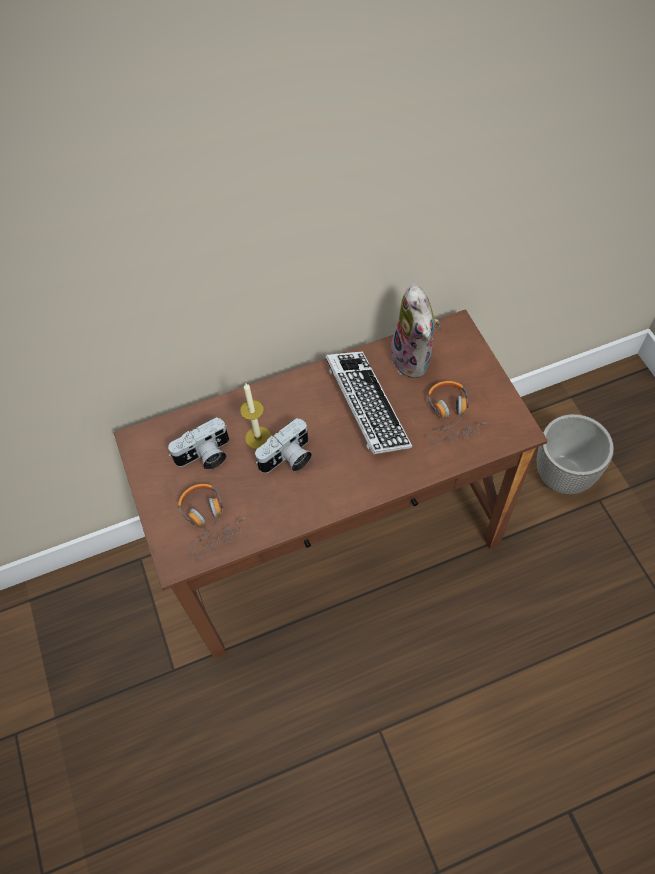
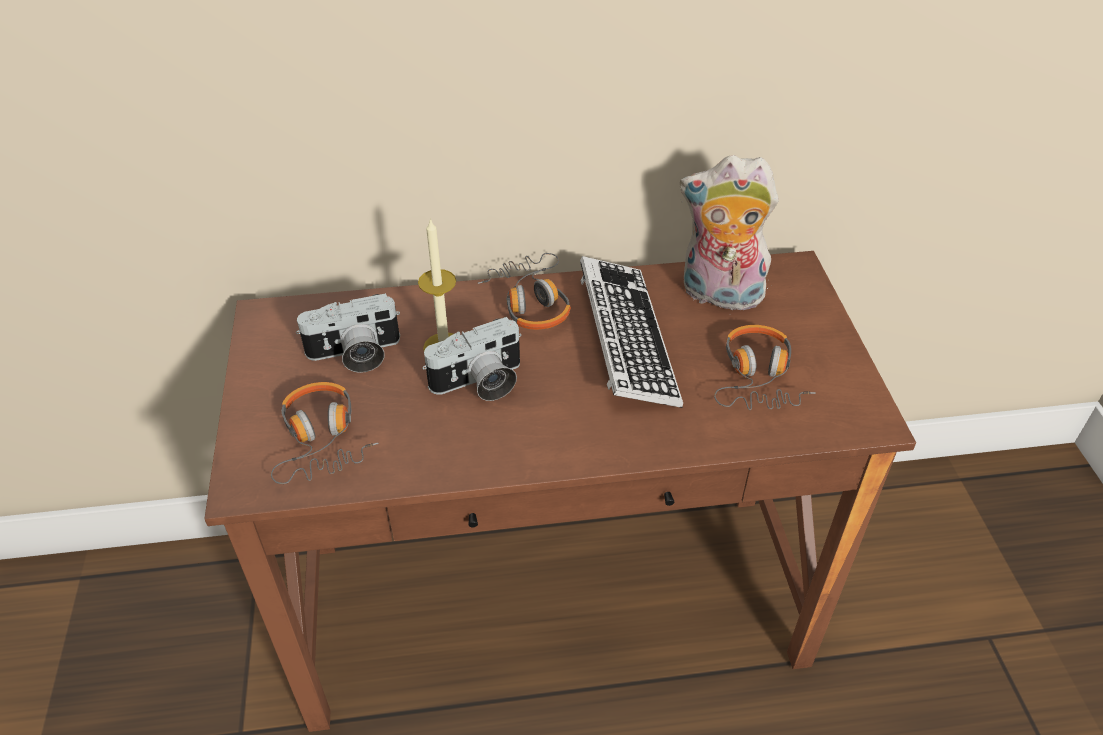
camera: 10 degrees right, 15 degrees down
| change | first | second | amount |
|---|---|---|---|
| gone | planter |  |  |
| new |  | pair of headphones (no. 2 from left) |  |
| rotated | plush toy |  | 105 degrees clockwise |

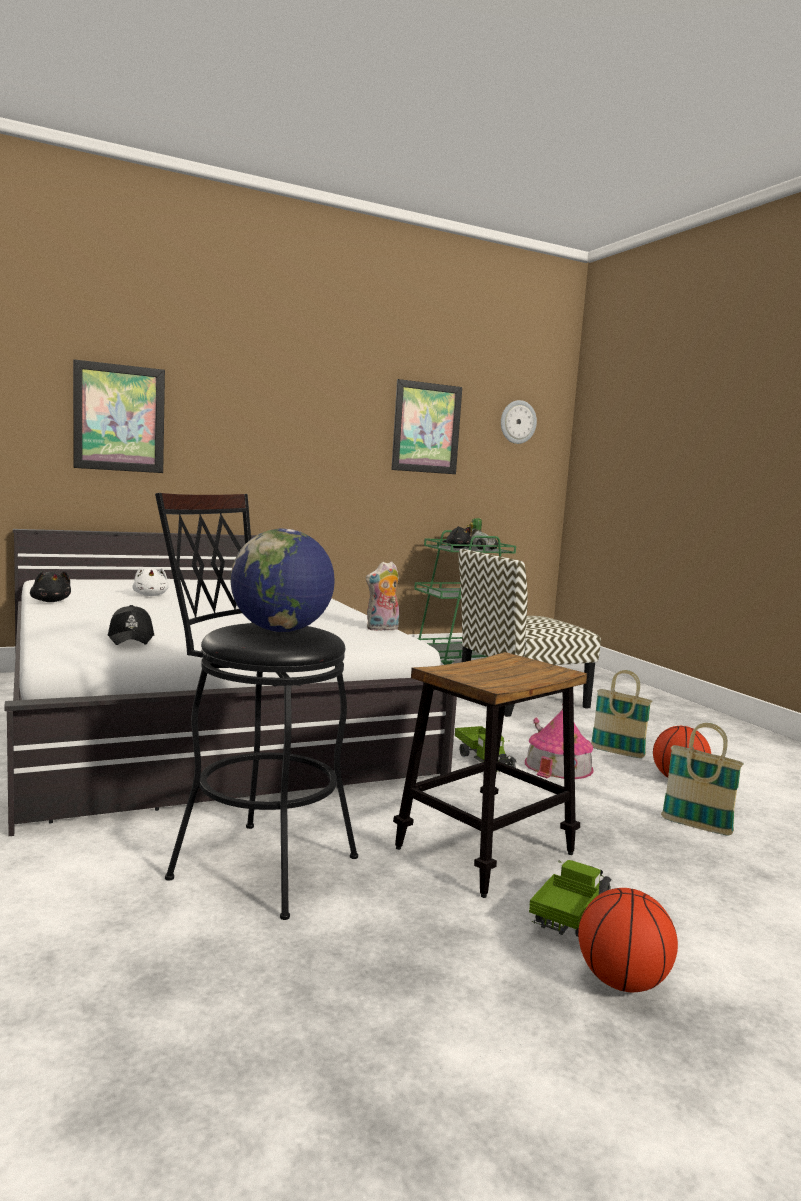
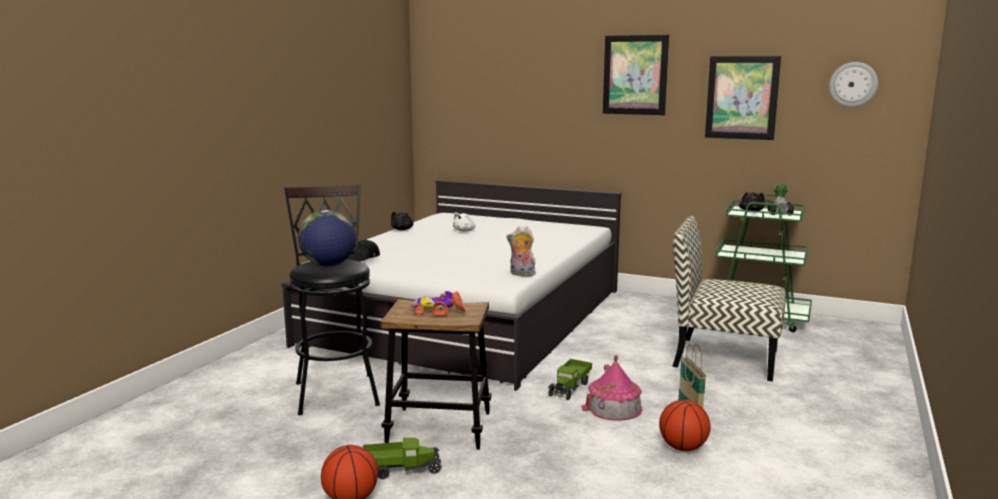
camera: 50 degrees right, 5 degrees up
| change | first | second | amount |
|---|---|---|---|
| gone | basket (no. 2 from left) |  |  |
| new |  | model car (no. 1 from left) |  |
| shifted | picture (no. 1 from left) |  |  |

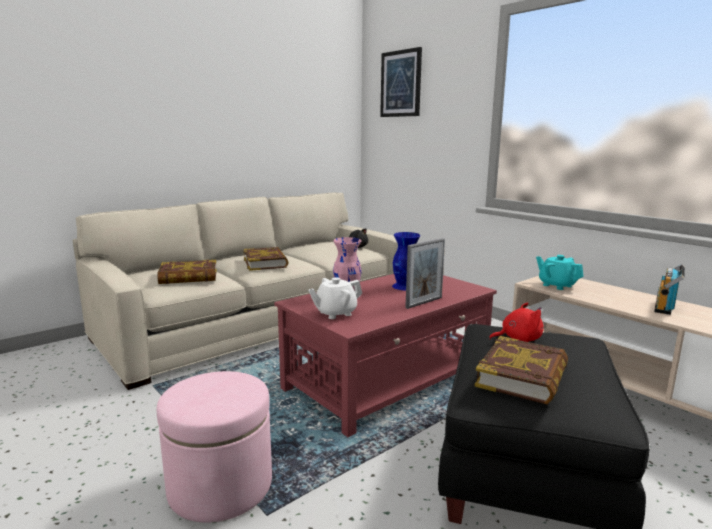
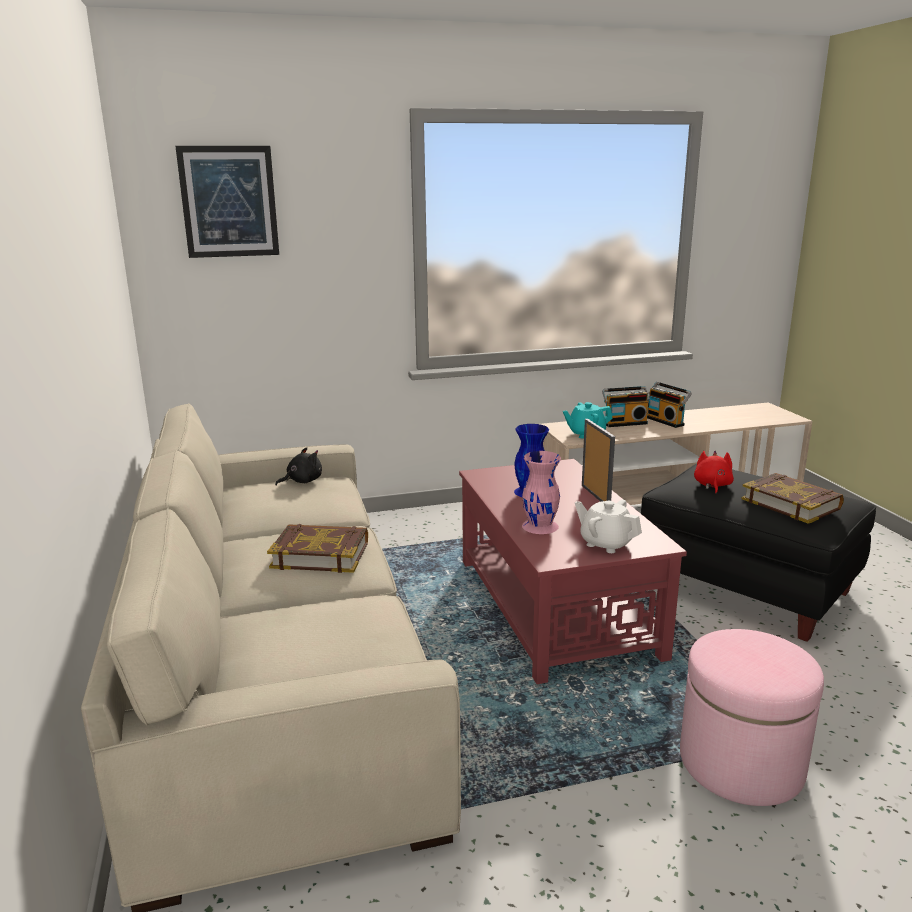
camera: 65 degrees left, 5 degrees up
| change | first | second | amount |
|---|---|---|---|
| gone | bound book (no. 1 from left) |  |  |
| new |  | radio receiver (no. 1 from left) |  |
| rotated | pot for tea/white-coloured |  | 135 degrees clockwise |

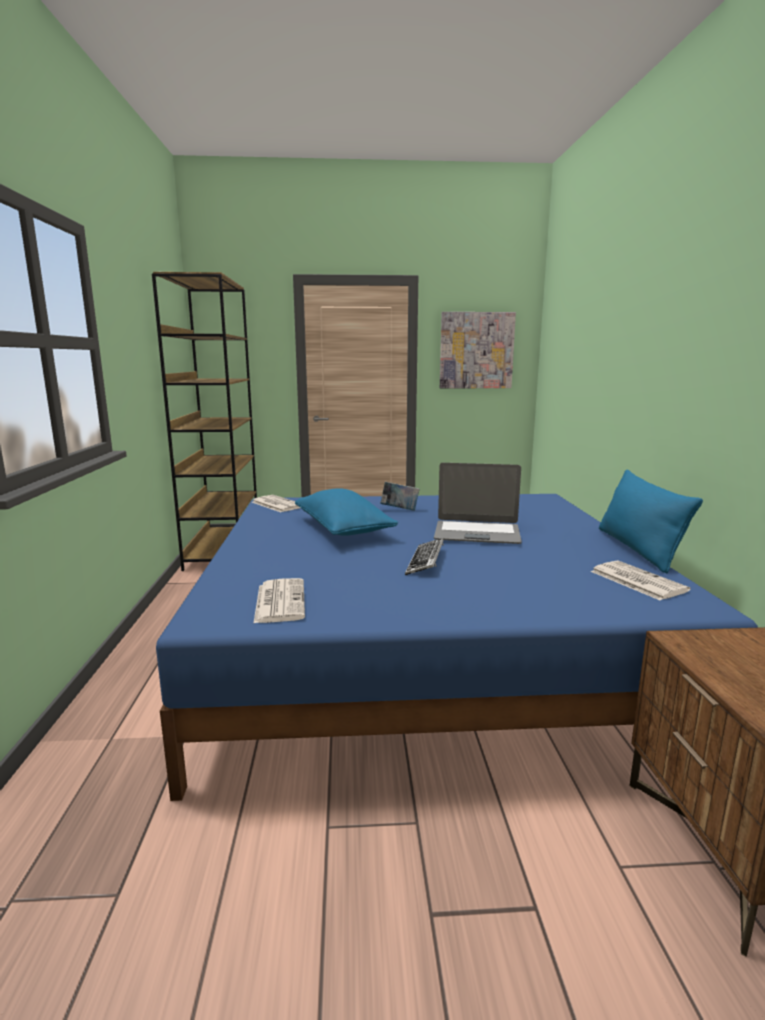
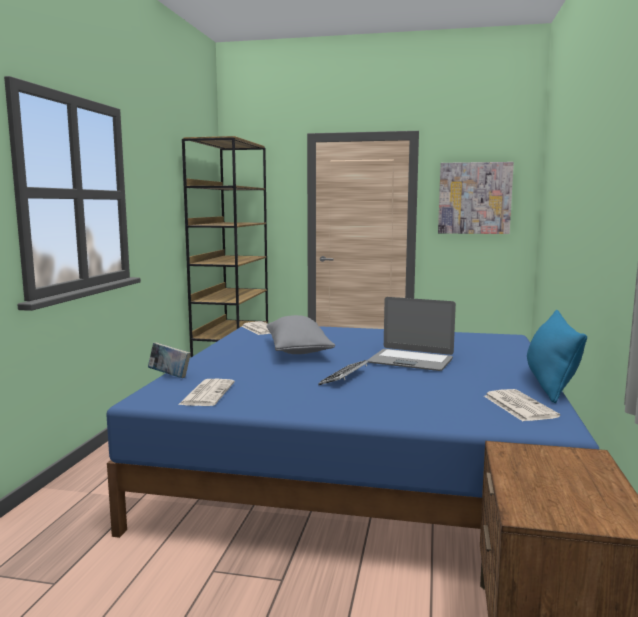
camera: 15 degrees right, 5 degrees down
| change | first | second | amount |
|---|---|---|---|
| shifted | bound book |  |  |
| repainted | cushion/blue (no. 1 from left) | cushion/greyish |  |

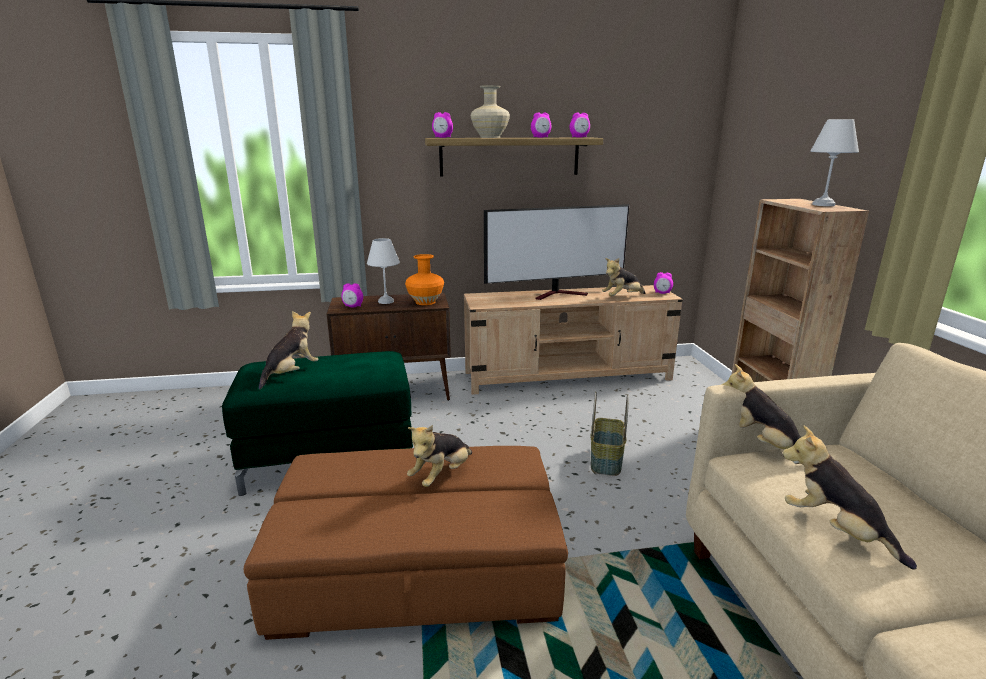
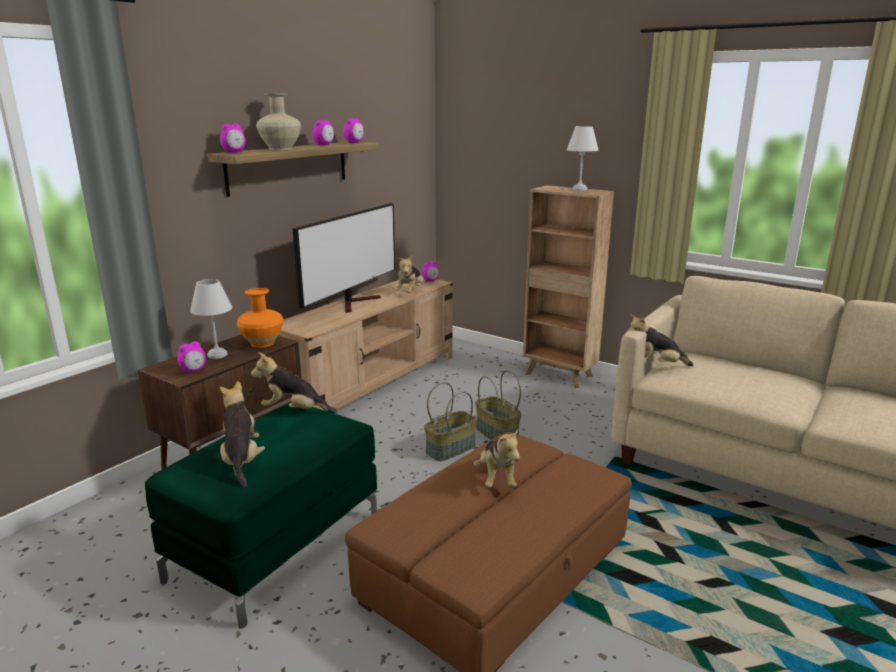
camera: 45 degrees left, 0 degrees up
| change | first | second | amount |
|---|---|---|---|
| new |  | basket (no. 1 from left) |  |
| shifted | plush toy (no. 5 from left in the first image) | plush toy (no. 2 from left) |  |

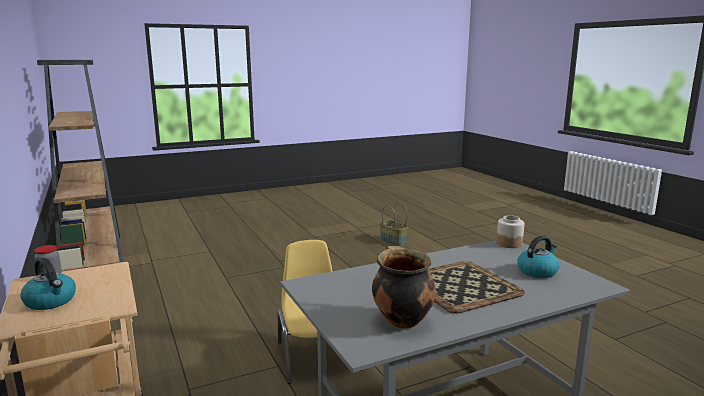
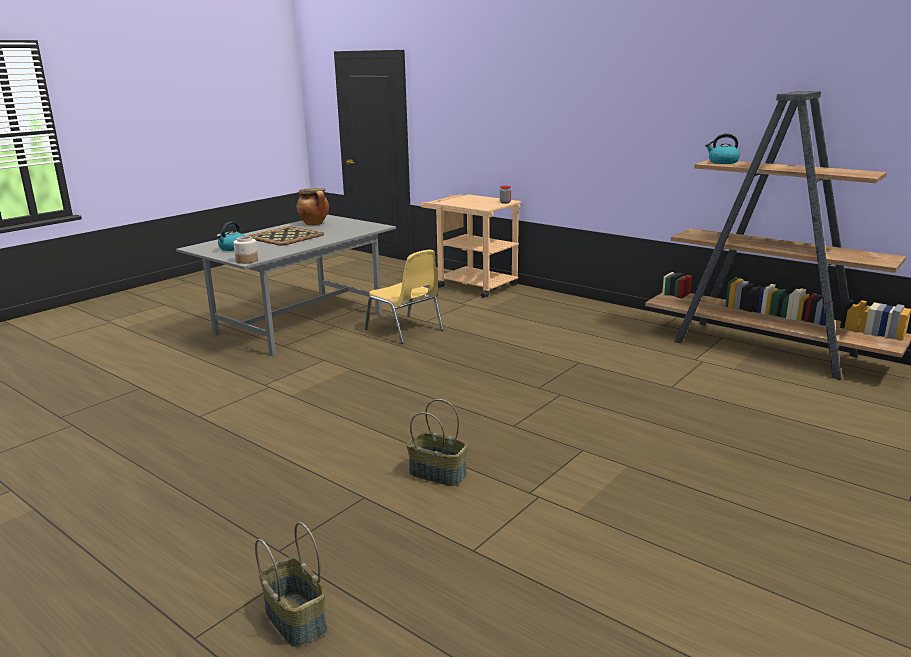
camera: 155 degrees right, 5 degrees up
| change | first | second | amount |
|---|---|---|---|
| new |  | basket (no. 1 from left) |  |
| shifted | tea kettle (no. 1 from left in the first image) | tea kettle (no. 2 from left) |  |

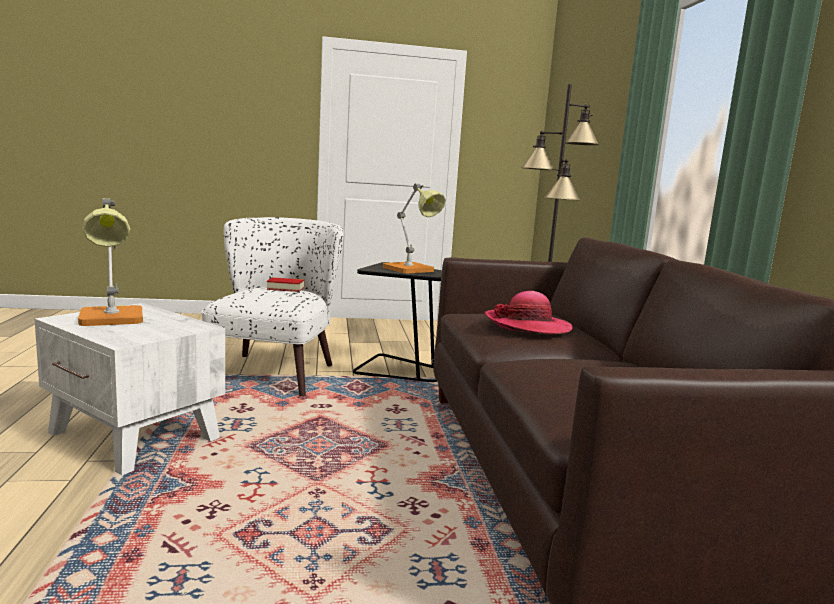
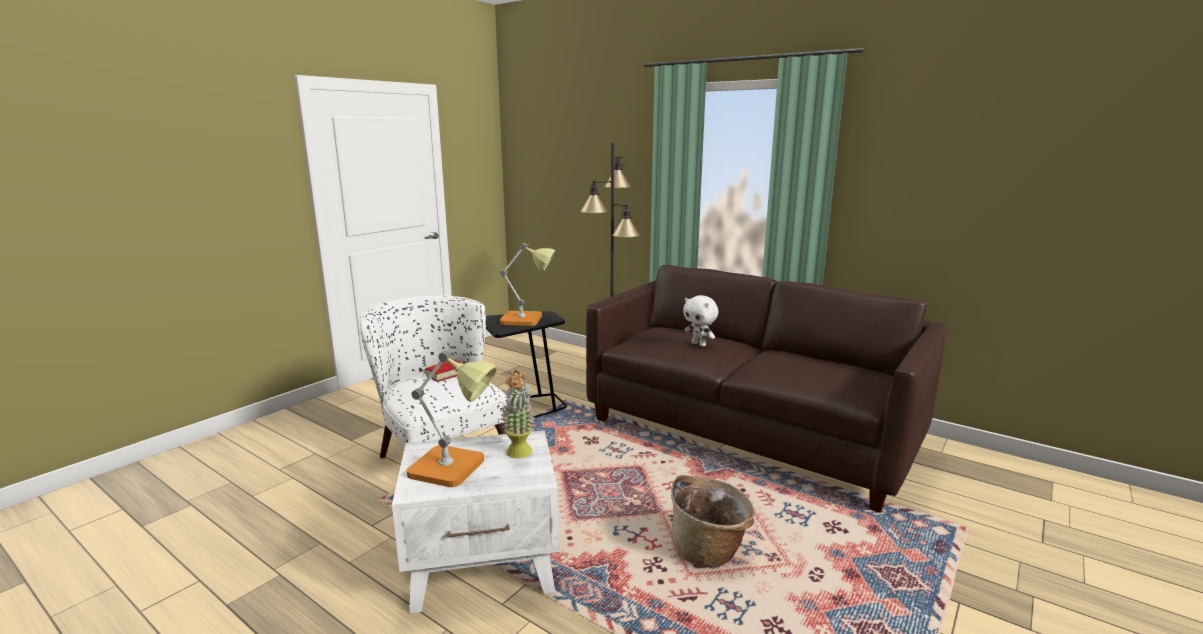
camera: 45 degrees left, 5 degrees up
| change | first | second | amount |
|---|---|---|---|
| new |  | plant in a pot |  |
| new |  | basket |  |
| swapped | wearable hat | plush toy/white-coloured |  |

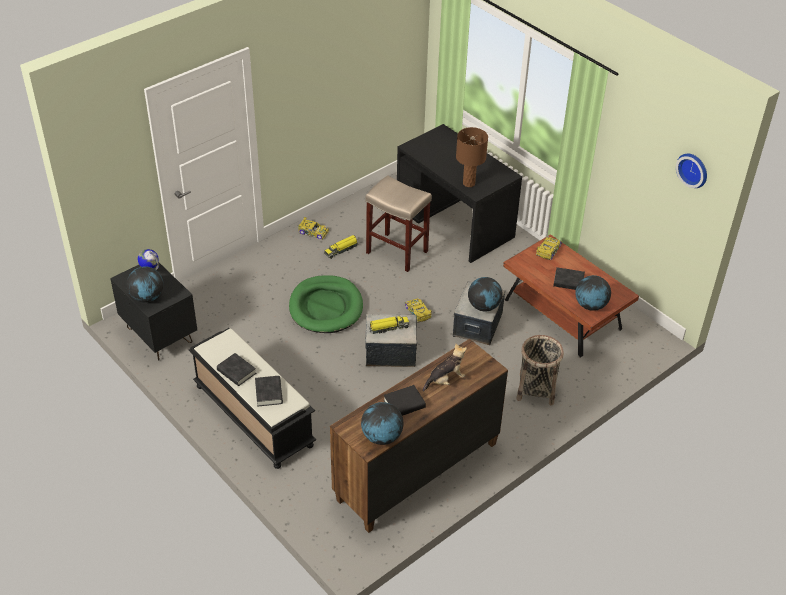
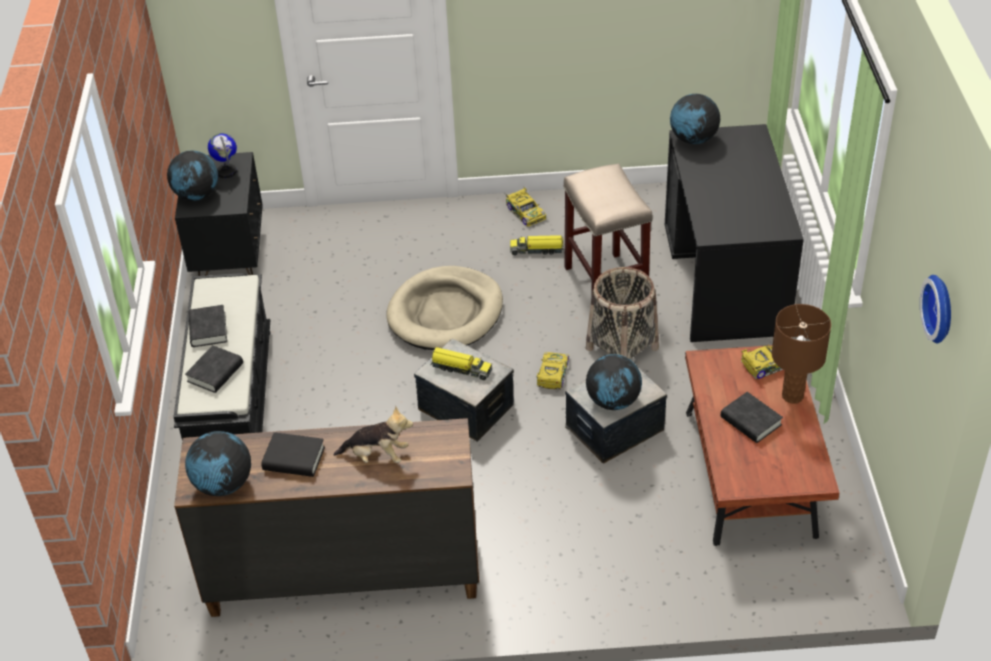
camera: 40 degrees right, 0 degrees up
| change | first | second | amount |
|---|---|---|---|
| shifted | table lamp/brown |  |  |
| shifted | basket |  |  |
| shifted | desk globe (no. 5 from left) |  |  |
| repainted | dog bed/green | dog bed/sand-coloured |  |

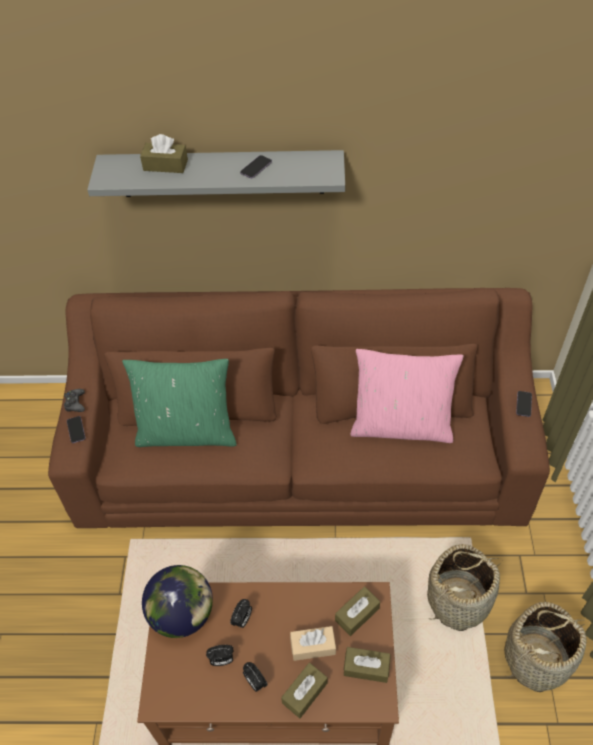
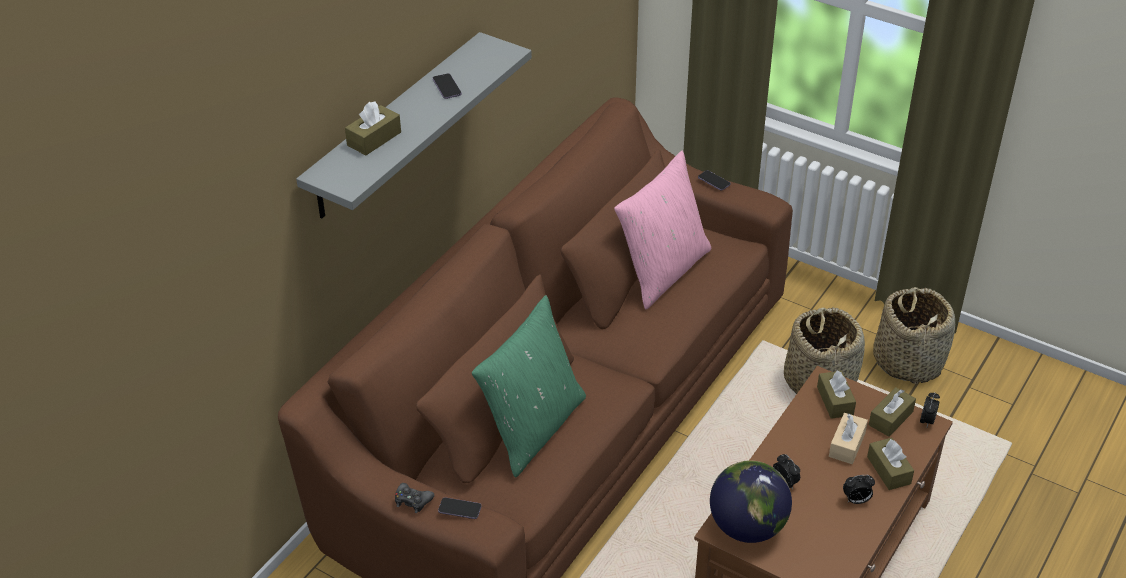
camera: 60 degrees left, 10 degrees down
| change | first | second | amount |
|---|---|---|---|
| shifted | table clock (no. 1 from left in the first image) | table clock (no. 3 from left) |  |

